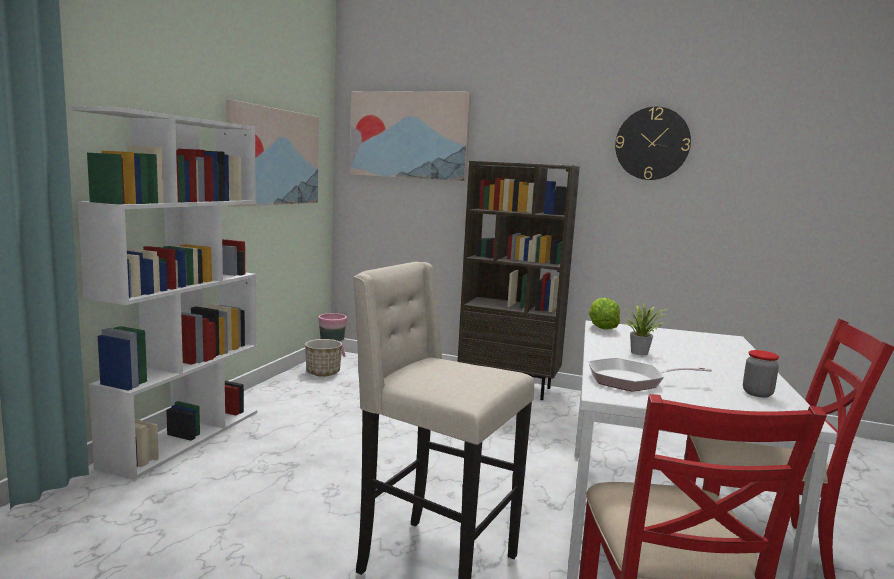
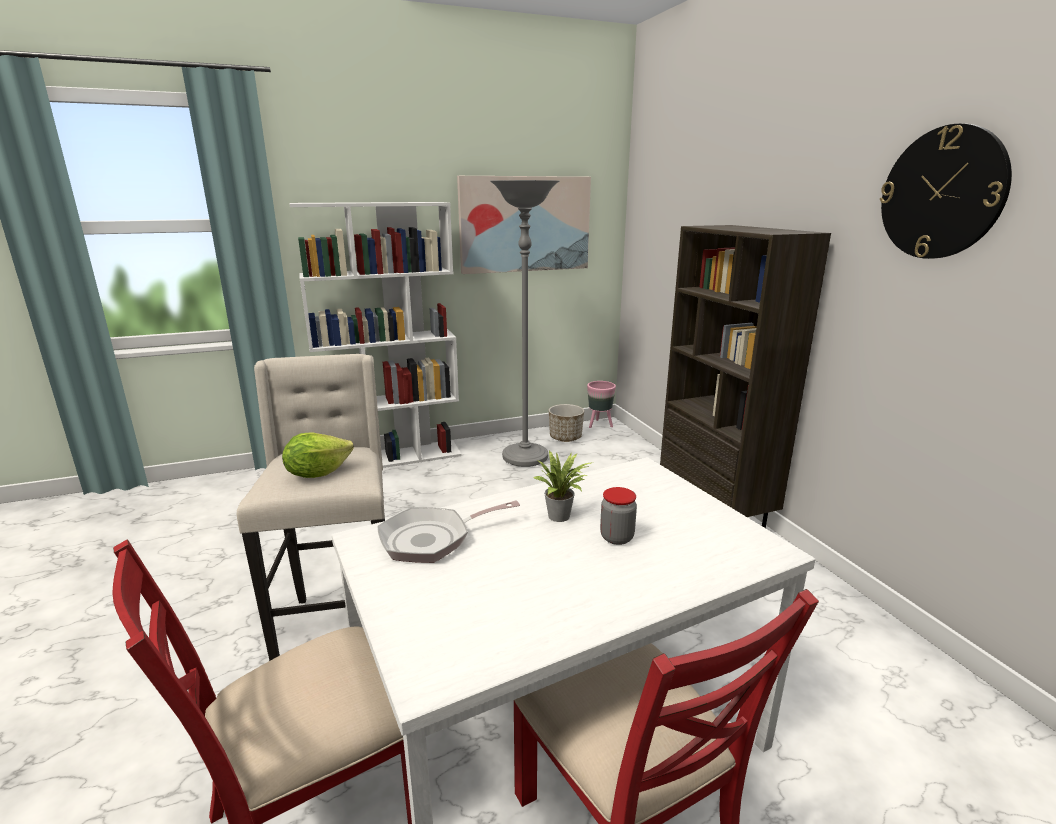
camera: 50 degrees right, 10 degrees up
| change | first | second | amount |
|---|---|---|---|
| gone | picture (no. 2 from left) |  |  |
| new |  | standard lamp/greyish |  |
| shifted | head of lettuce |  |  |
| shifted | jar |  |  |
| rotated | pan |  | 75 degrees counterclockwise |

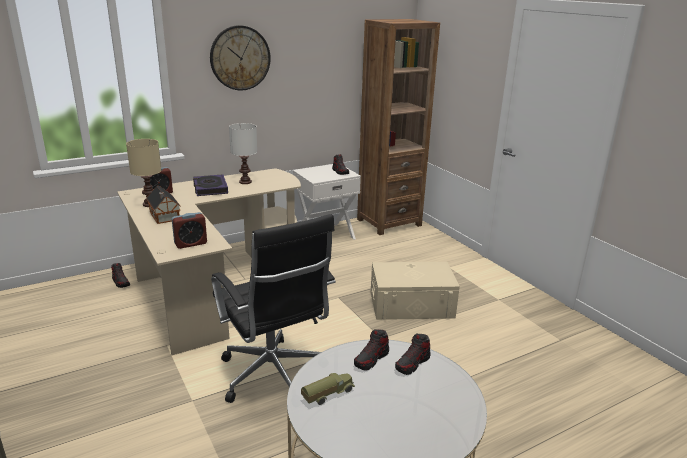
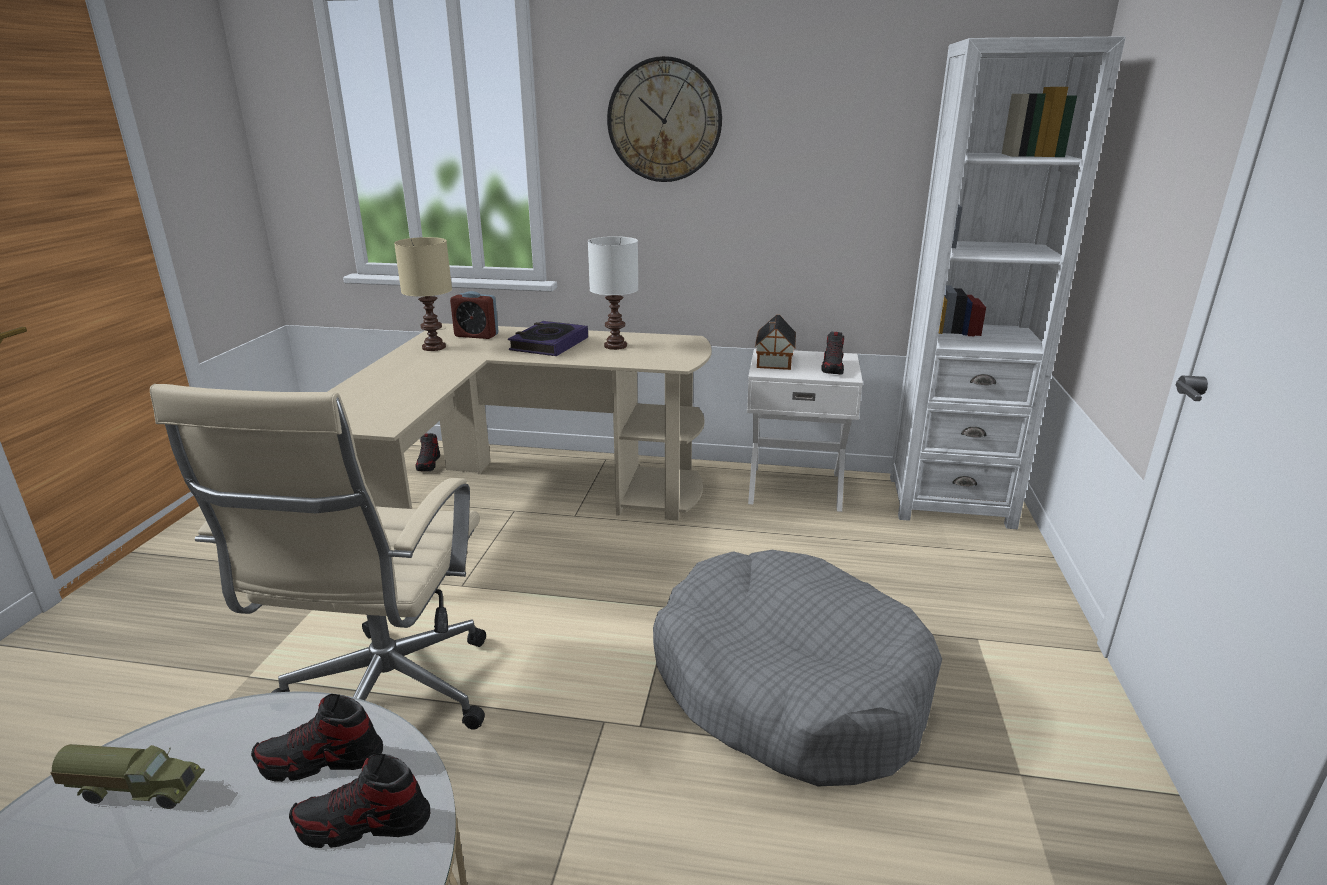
camera: 40 degrees right, 0 degrees up
| change | first | second | amount |
|---|---|---|---|
| gone | table clock (no. 2 from left) |  |  |
| shifted | toy house |  |  |
| swapped | storage bin/sand-coloured | dog bed/greyish |  |
| repainted | desk chair/black | desk chair/sand-coloured |  |
| repainted | shelving unit/brown | shelving unit/white-coloured |  |

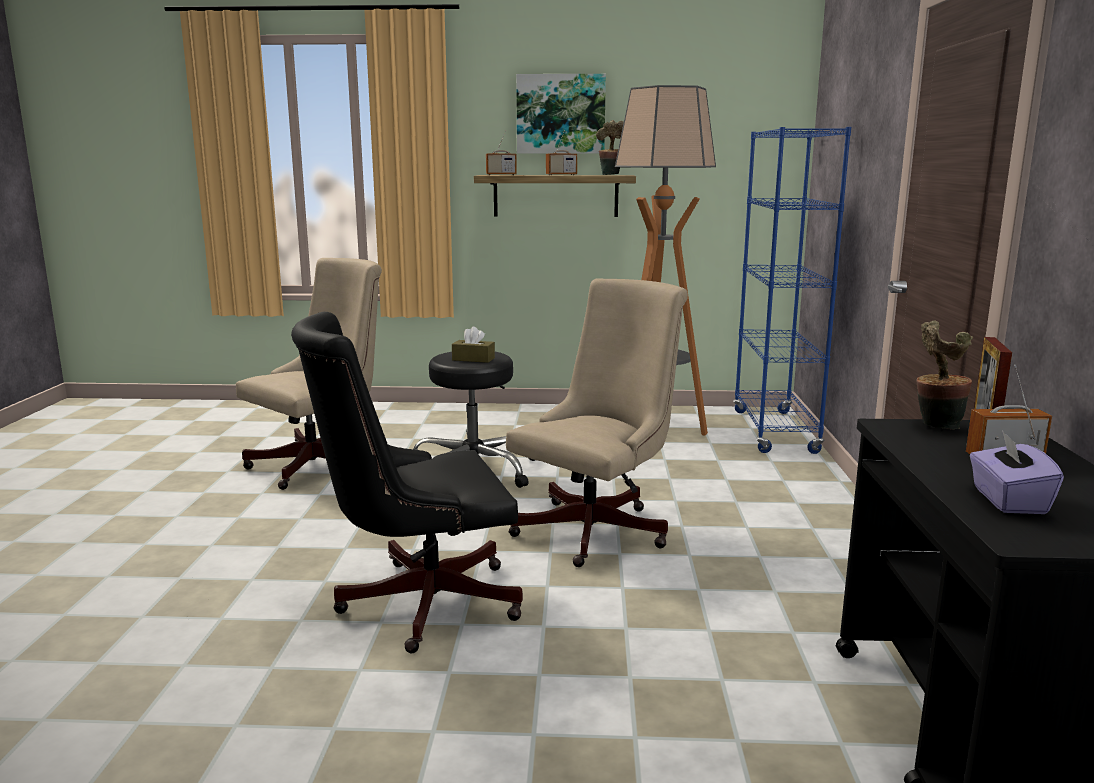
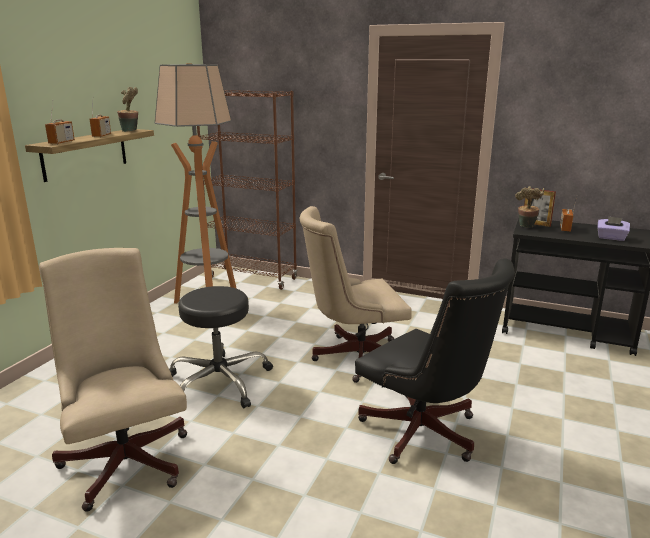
camera: 70 degrees left, 5 degrees up
| change | first | second | amount |
|---|---|---|---|
| gone | tissue holder/brown |  |  |
| gone | picture |  |  |
| repainted | shelving unit/blue | shelving unit/brown |  |
| rotated | desk chair/black |  | 45 degrees counterclockwise |
| rotated | desk chair/sand-coloured (no. 2 from left) |  | 75 degrees counterclockwise |

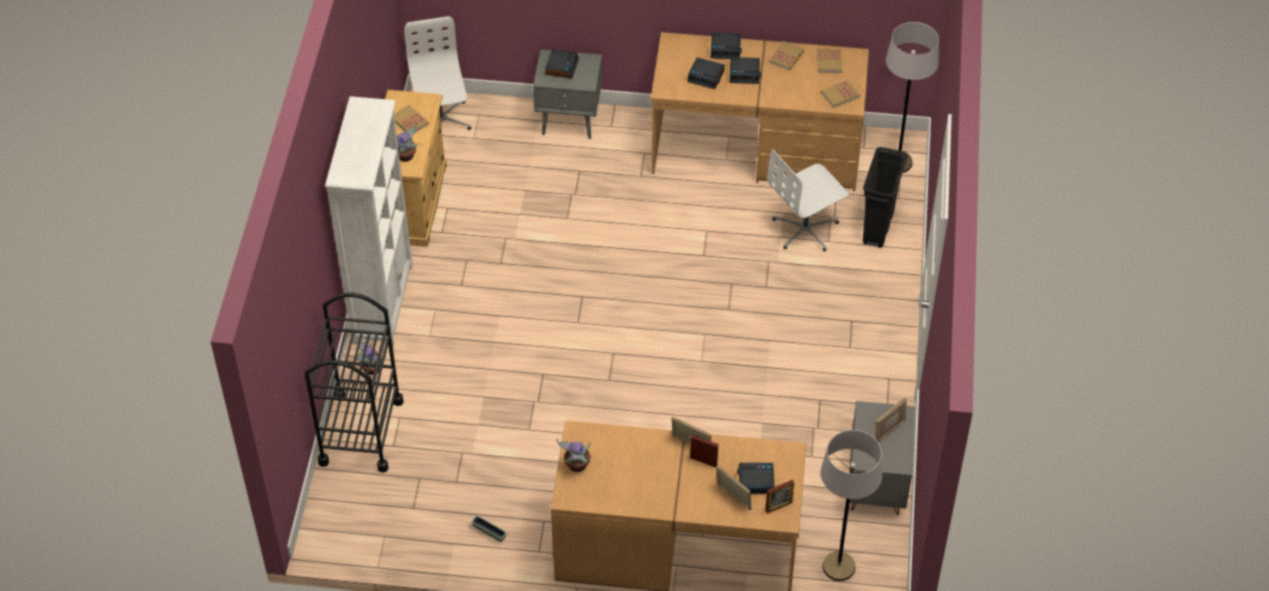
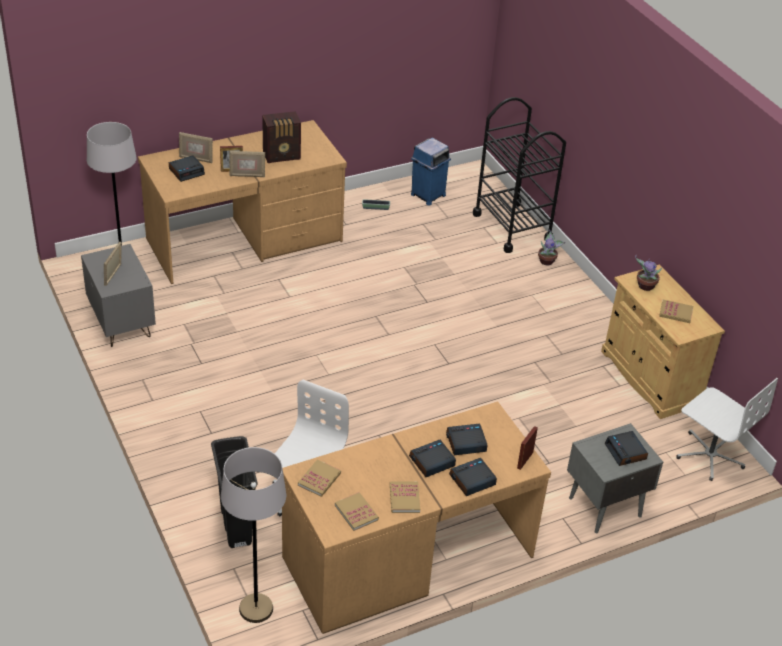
camera: 145 degrees right, 10 degrees down
| change | first | second | amount |
|---|---|---|---|
| gone | shelving unit/white-coloured |  |  |
| gone | plant in a pot (no. 3 from left) |  |  |
| new |  | radio receiver |  |
| new |  | trash can/blue |  |
| shifted | standing frame (no. 4 from left in the first image) | standing frame (no. 5 from left) |  |

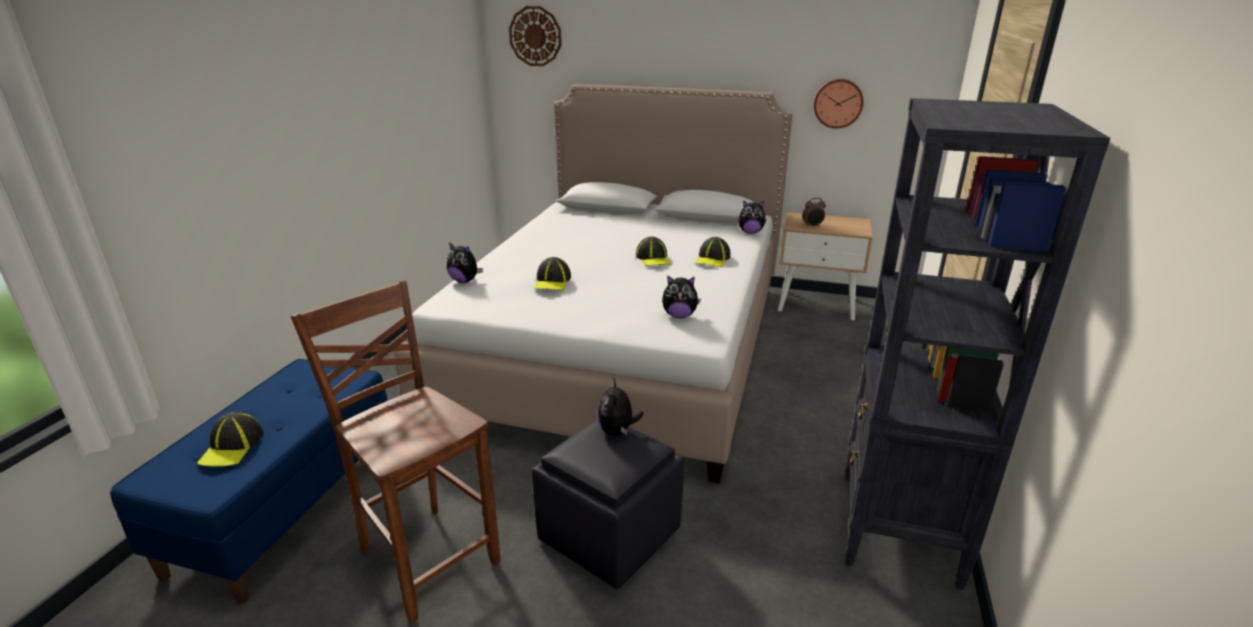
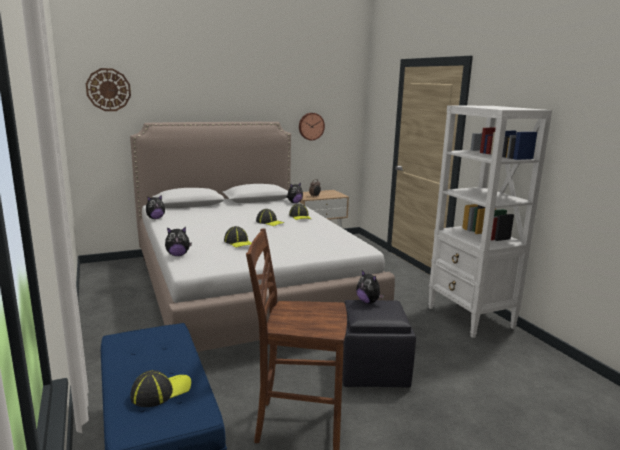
camera: 40 degrees left, 10 degrees down
| change | first | second | amount |
|---|---|---|---|
| shifted | plush toy (no. 3 from left in the first image) | plush toy (no. 1 from left) |  |
| repainted | shelving unit/black | shelving unit/white-coloured |  |
| rotated | baseball cap (no. 1 from left) |  | 90 degrees counterclockwise |

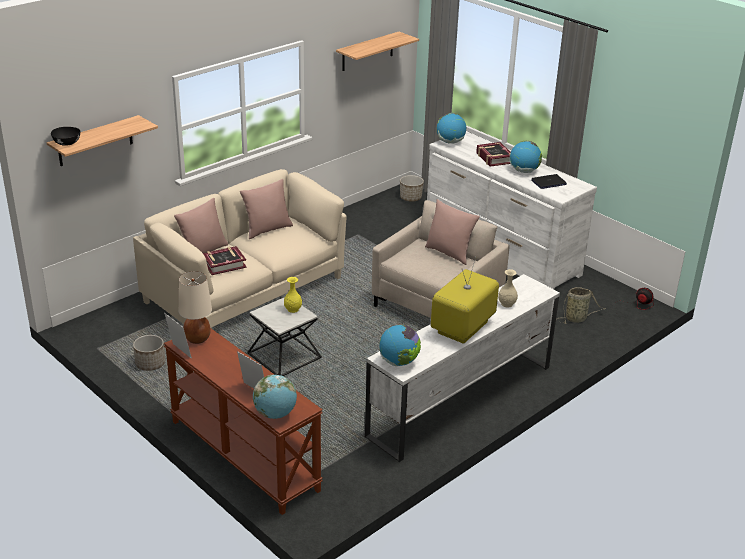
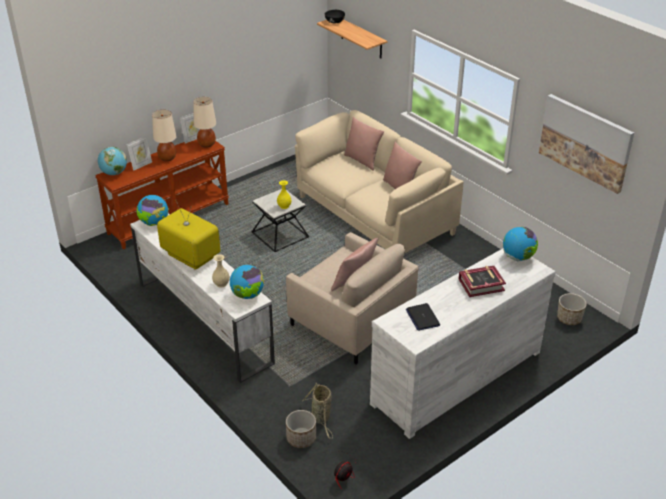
camera: 95 degrees right, 5 degrees up
| change | first | second | amount |
|---|---|---|---|
| gone | bound book (no. 1 from left) |  |  |
| new |  | table lamp/sand-coloured (no. 1 from left) |  |
| shifted | planter (no. 1 from left) |  |  |
| shifted | desk globe (no. 4 from left in the first image) | desk globe (no. 3 from left) |  |
| swapped | wall shelf (no. 2 from left) | picture |  |

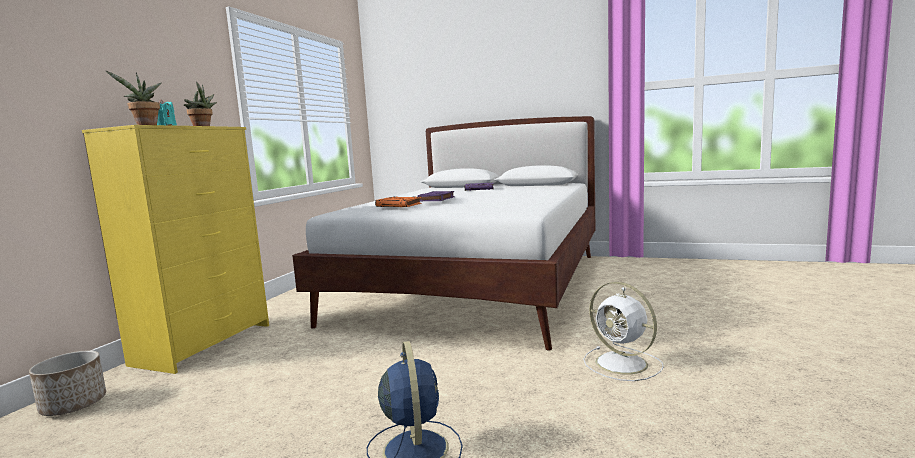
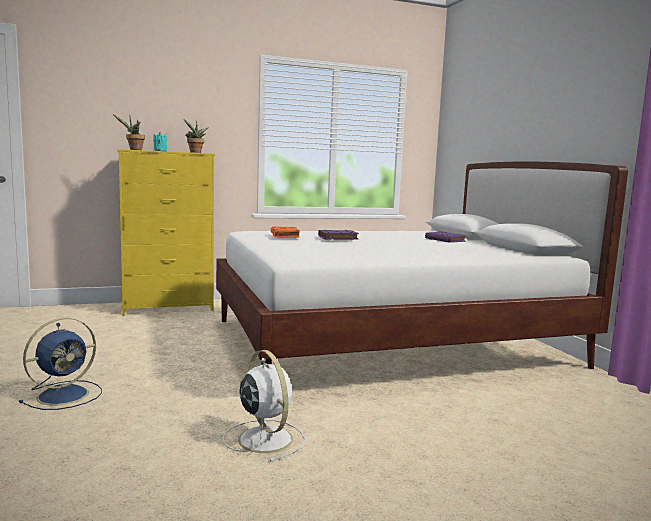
camera: 50 degrees right, 0 degrees up
| change | first | second | amount |
|---|---|---|---|
| gone | planter |  |  |
| rotated | electric fan/white-coloured |  | 135 degrees clockwise |

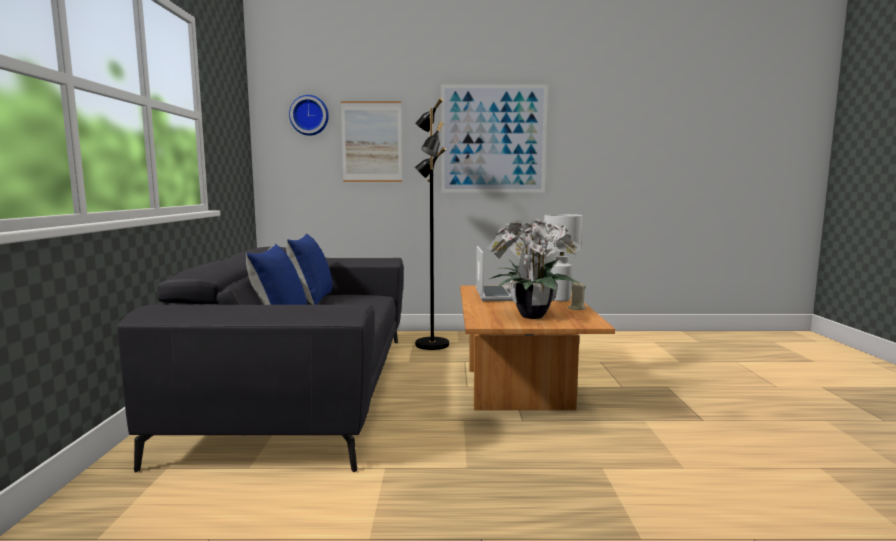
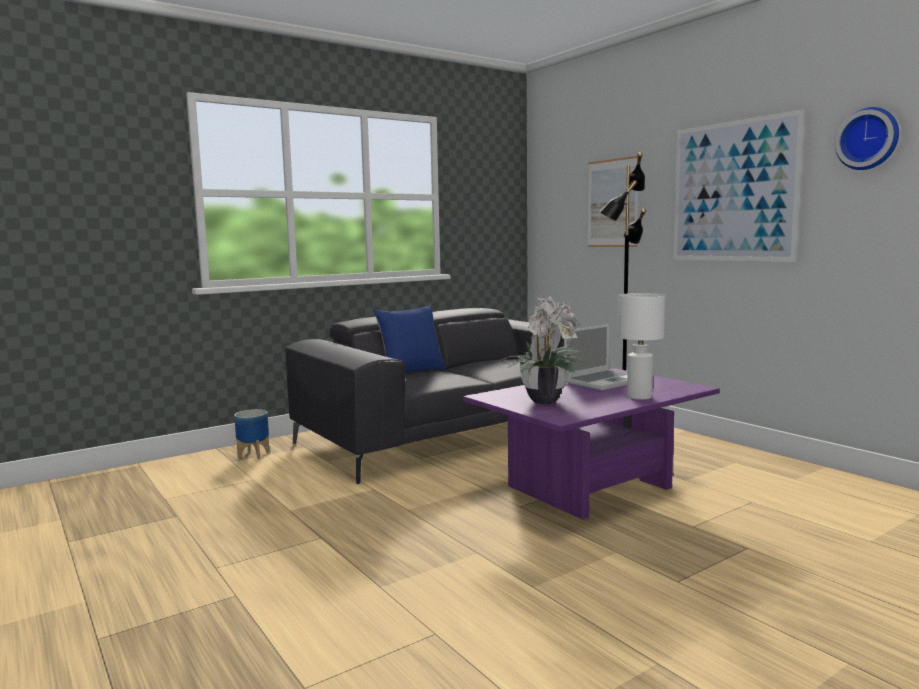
camera: 55 degrees right, 0 degrees up
| change | first | second | amount |
|---|---|---|---|
| gone | cushion/blue (no. 2 from left) |  |  |
| gone | wax light/sand-coloured |  |  |
| new |  | planter |  |
| shifted | hanging clock |  |  |
| repainted | lounge table/brown | lounge table/purplish |  |

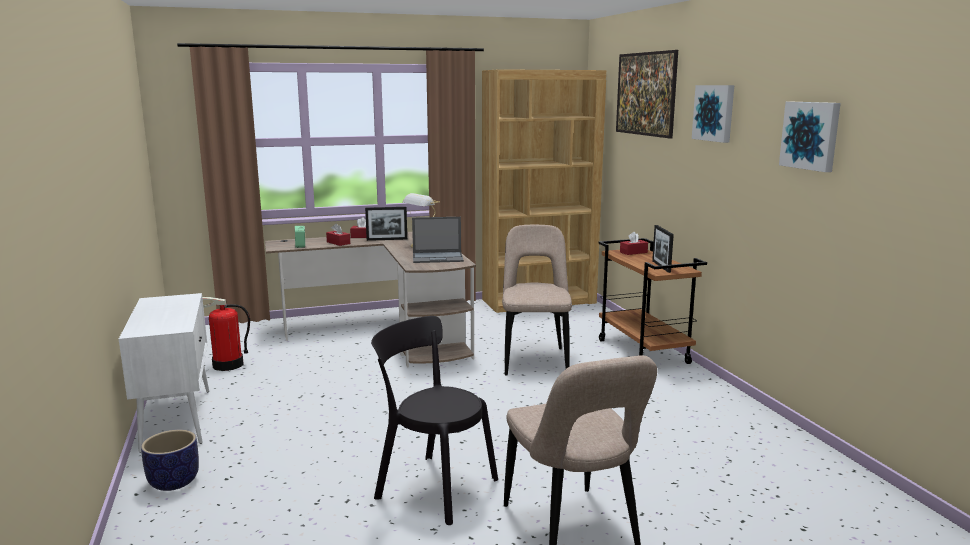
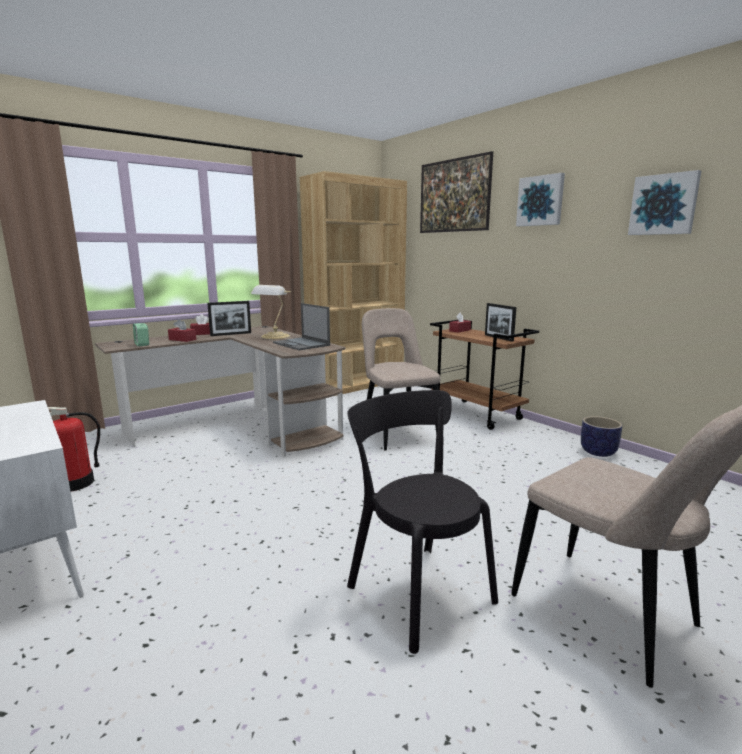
camera: 20 degrees left, 0 degrees up
| change | first | second | amount |
|---|---|---|---|
| shifted | planter |  |  |
| rotated | chair/black |  | 45 degrees clockwise |
| rotated | notebook computer |  | 75 degrees clockwise |

